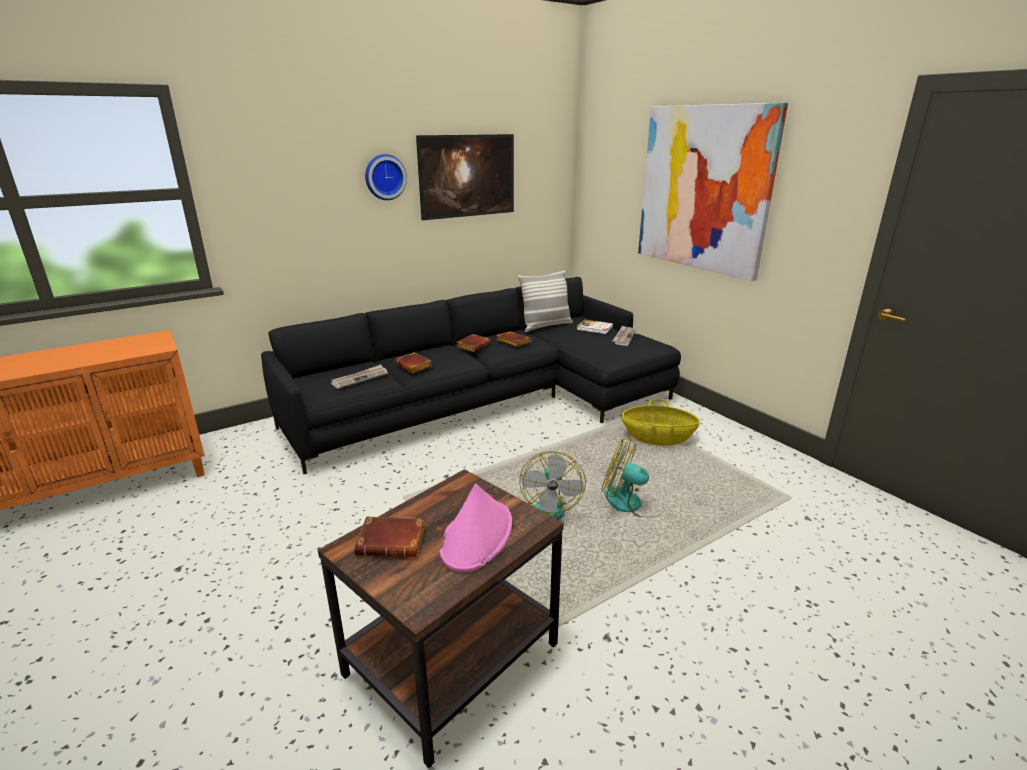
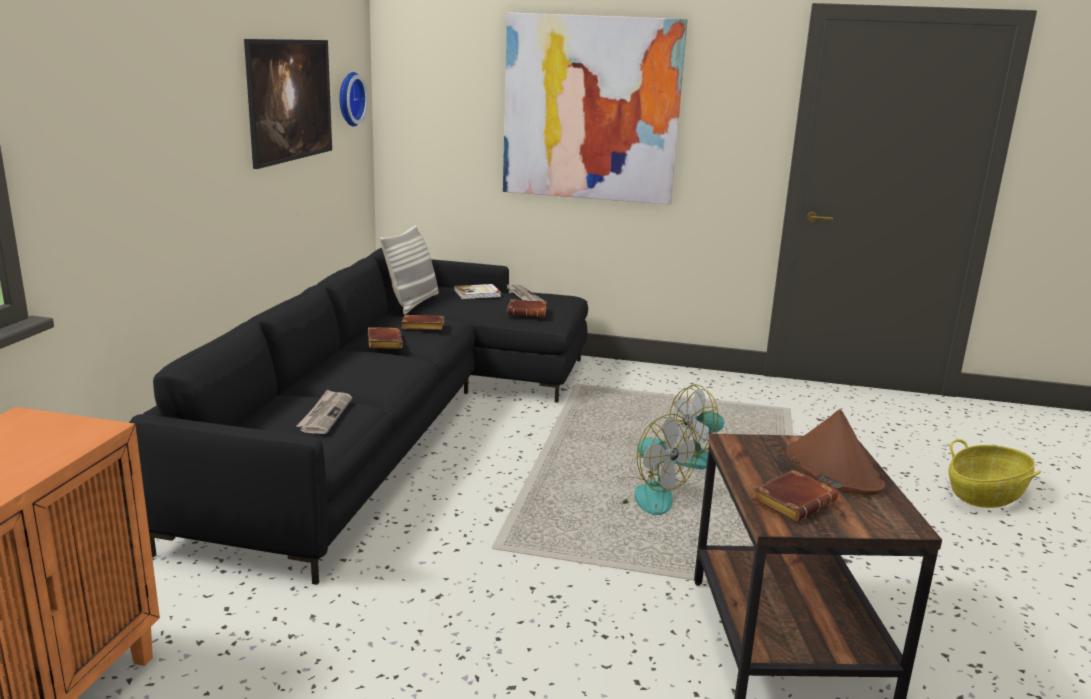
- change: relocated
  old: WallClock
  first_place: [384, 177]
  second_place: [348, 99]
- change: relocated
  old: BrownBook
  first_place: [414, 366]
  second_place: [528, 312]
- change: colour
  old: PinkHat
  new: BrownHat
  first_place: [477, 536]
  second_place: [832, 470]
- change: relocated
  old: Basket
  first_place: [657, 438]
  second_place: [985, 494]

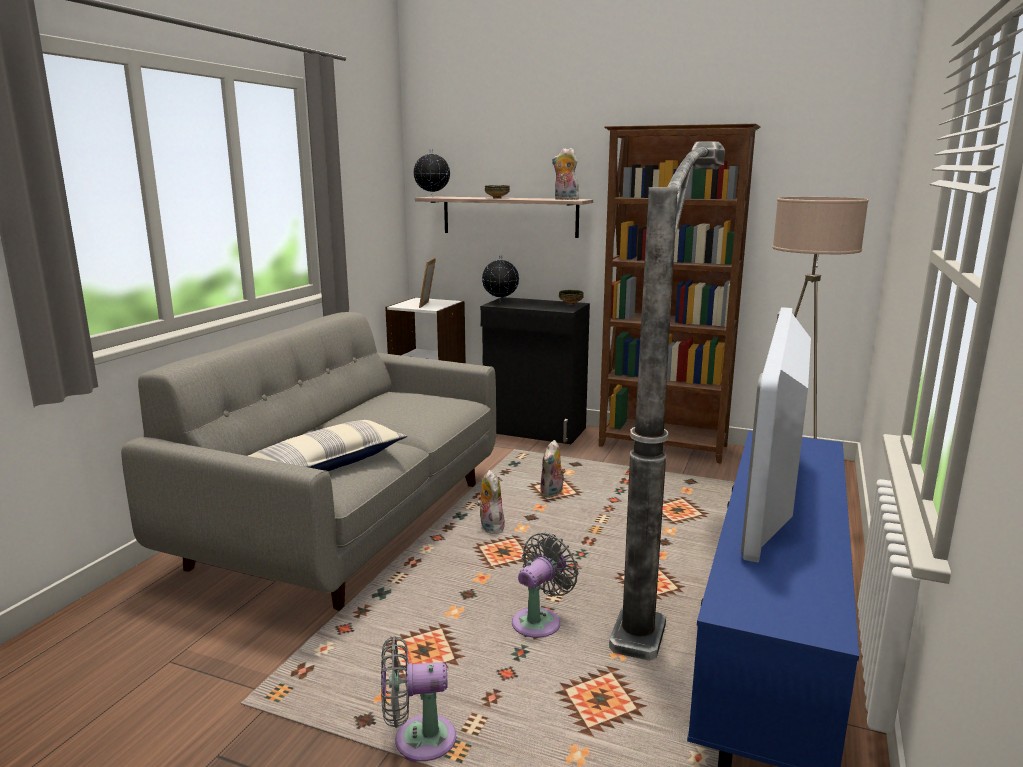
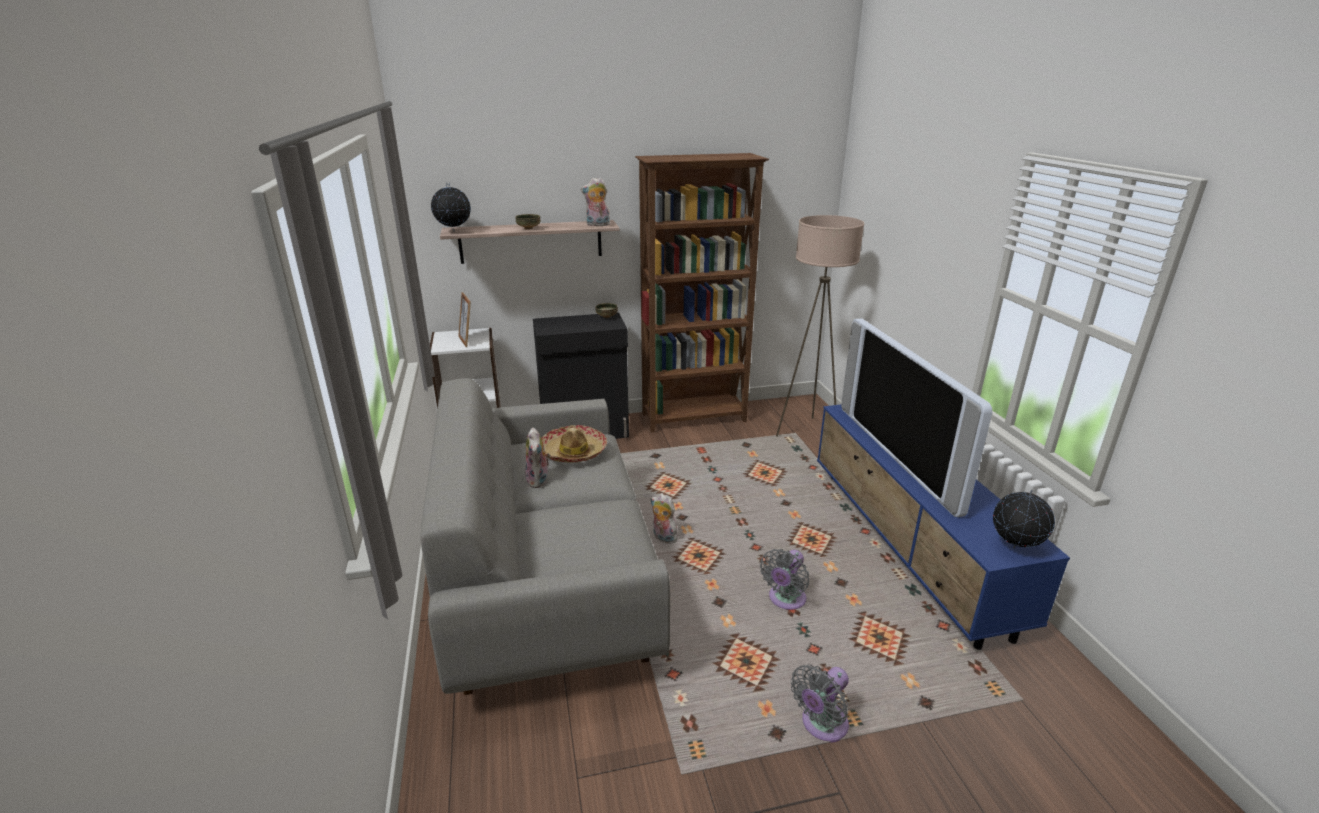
- change: relocated
  old: PlushToy
  first_place: [552, 494]
  second_place: [539, 481]
- change: appeared
  new: Hat
  second_place: [573, 452]
- change: spun
  old: GreyFan
  first_place: [539, 621]
  second_place: [785, 600]
  degrees: -150
- change: relocated
  old: Globe
  first_place: [500, 302]
  second_place: [1015, 547]
- change: missing
  old: Pillow
  first_place: [328, 463]
- change: missing
  old: FloorLamp
  first_place: [663, 555]

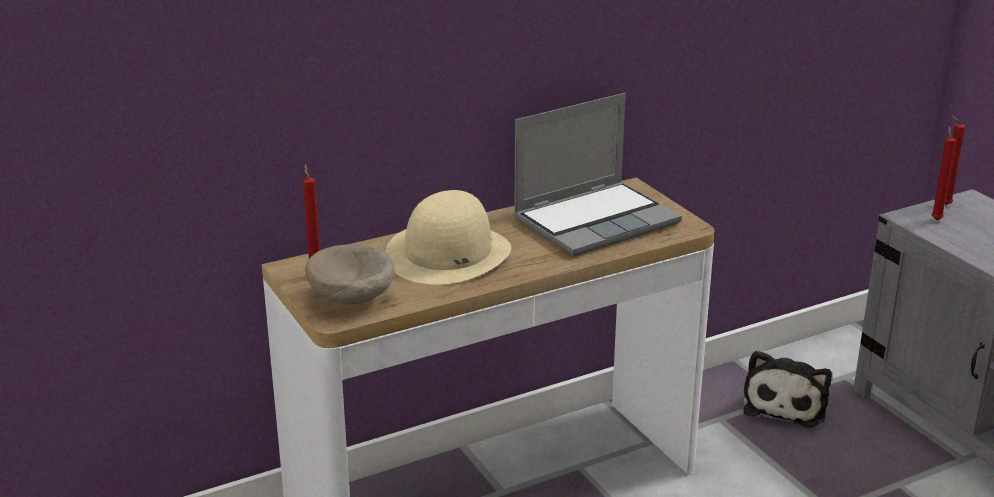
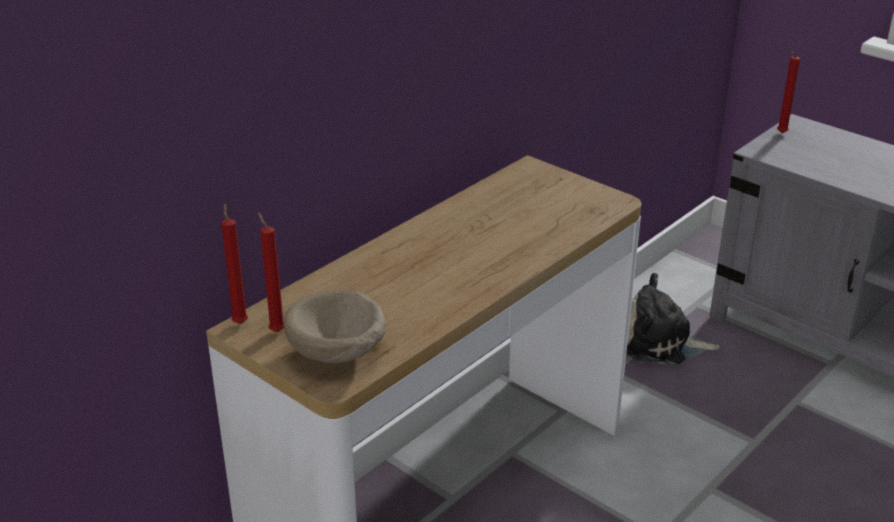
- change: relocated
  old: RedCandle
  first_place: [936, 219]
  second_place: [240, 322]
- change: spun
  old: PlushToy
  first_place: [786, 404]
  second_place: [661, 343]
  degrees: 105
- change: missing
  old: BeigeHat
  first_place: [448, 254]
- change: missing
  old: Laptop
  first_place: [596, 220]

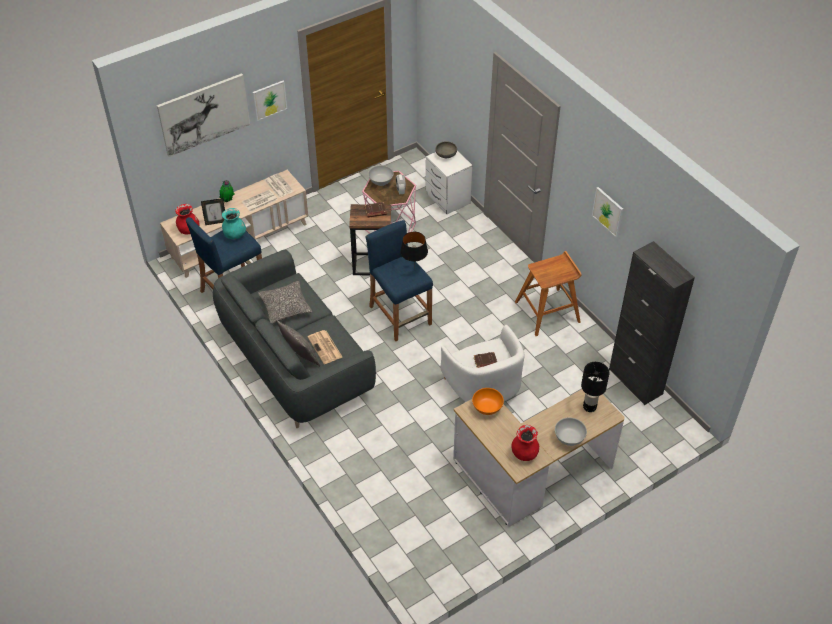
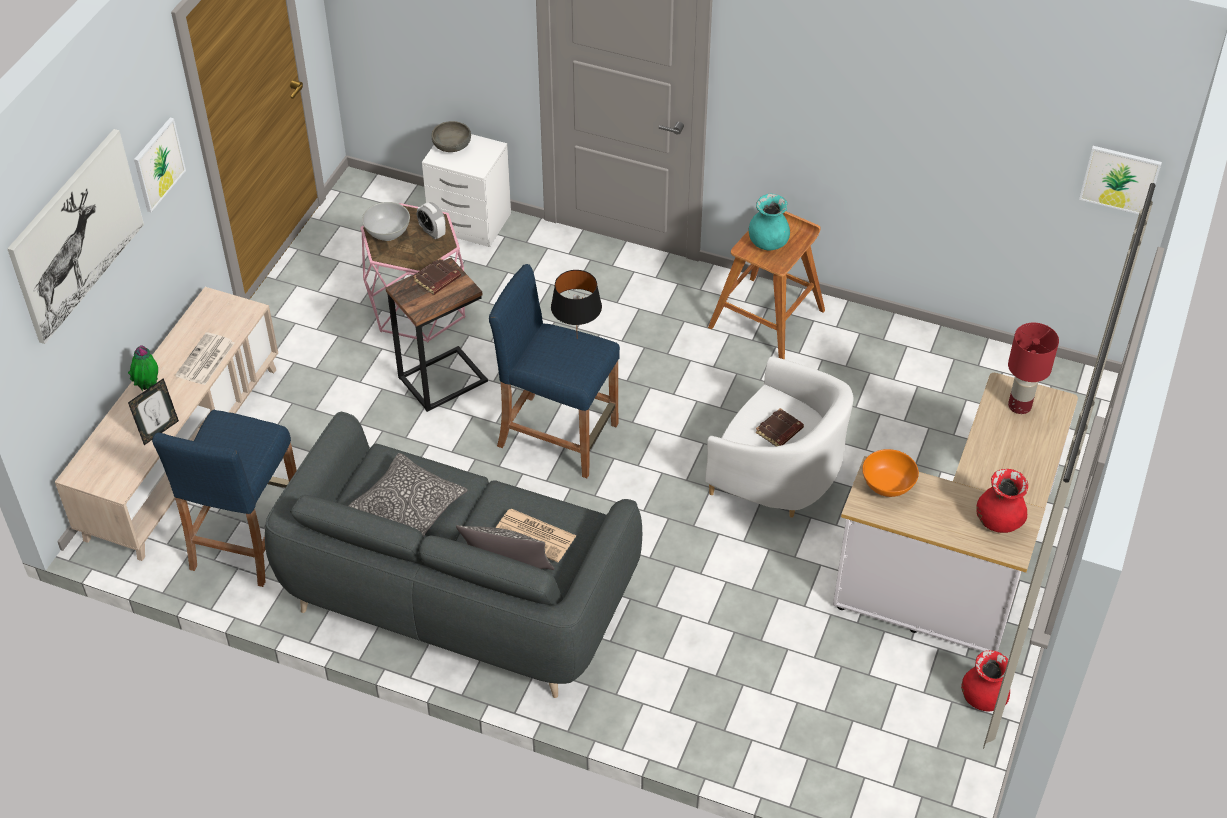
- change: relocated
  old: TurquoiseVase
  first_place: [234, 235]
  second_place: [768, 243]
- change: relocated
  old: RedVase
  first_place: [188, 230]
  second_place: [983, 698]
- change: colour
  old: BlackTableLamp
  new: RedTableLamp
  first_place: [590, 406]
  second_place: [1019, 405]
- change: relocated
  old: Picture
  first_place: [608, 211]
  second_place: [1120, 179]
- change: missing
  old: Newspaper
  first_place: [278, 186]
- change: missing
  old: WhiteBowl
  first_place: [569, 438]
- change: missing
  old: BlackCabinet
  first_place: [635, 381]

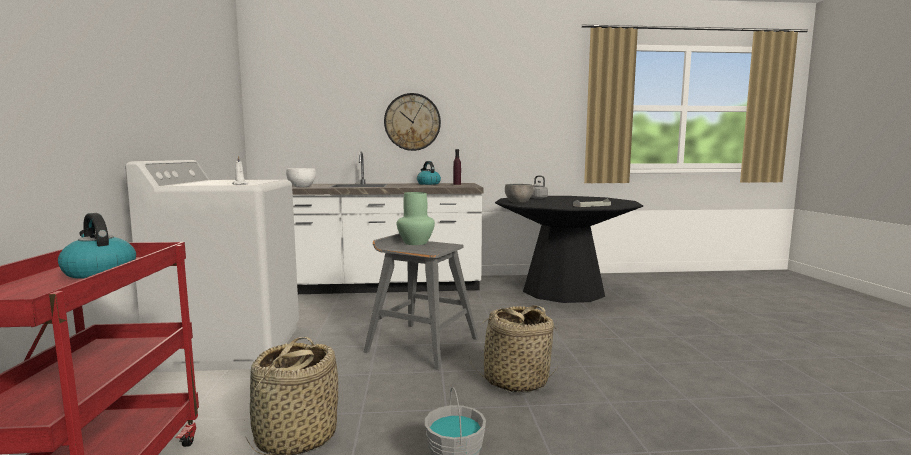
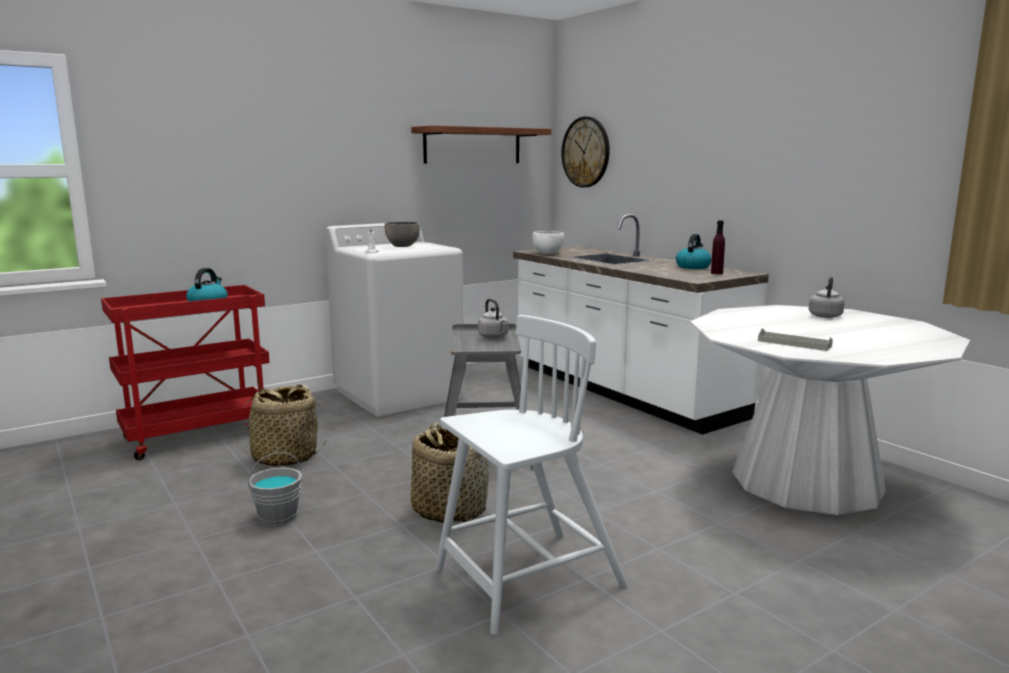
- change: relocated
  old: GreyBowl
  first_place: [519, 203]
  second_place: [402, 246]
- change: appeared
  new: Shelf
  second_place: [472, 146]
- change: appeared
  new: WhiteChair
  second_place: [526, 580]
- change: exchanged
  old: GreenVase
  new: GreyKettle
  first_place: [416, 243]
  second_place: [494, 336]
- change: relocated
  old: WallClock
  first_place: [412, 122]
  second_place: [586, 152]
- change: colour
  old: BlackDiningTable
  new: WhiteDiningTable
  first_place: [563, 290]
  second_place: [806, 481]

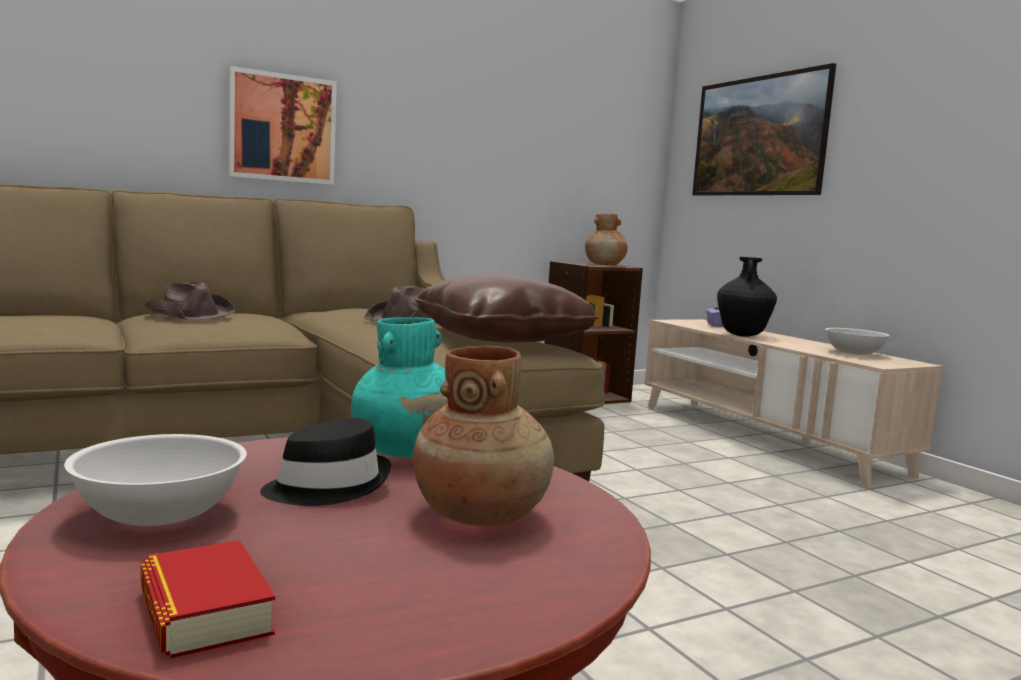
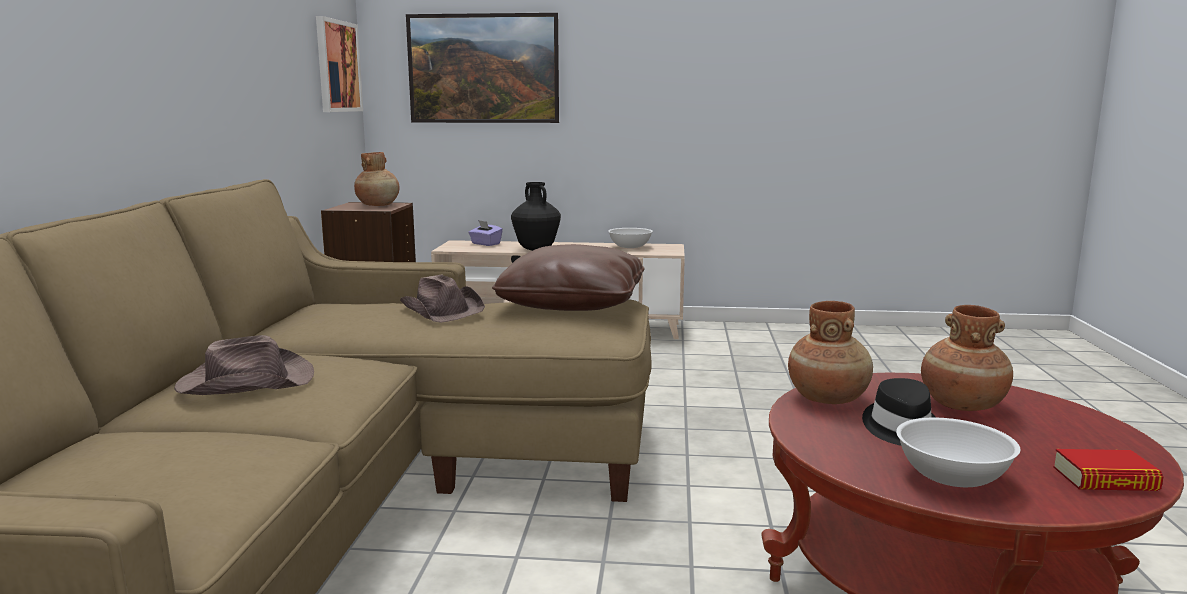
- change: relocated
  old: Picture
  first_place: [282, 128]
  second_place: [337, 66]
- change: colour
  old: TurquoiseVase
  new: BrownVase
  first_place: [408, 452]
  second_place: [828, 398]

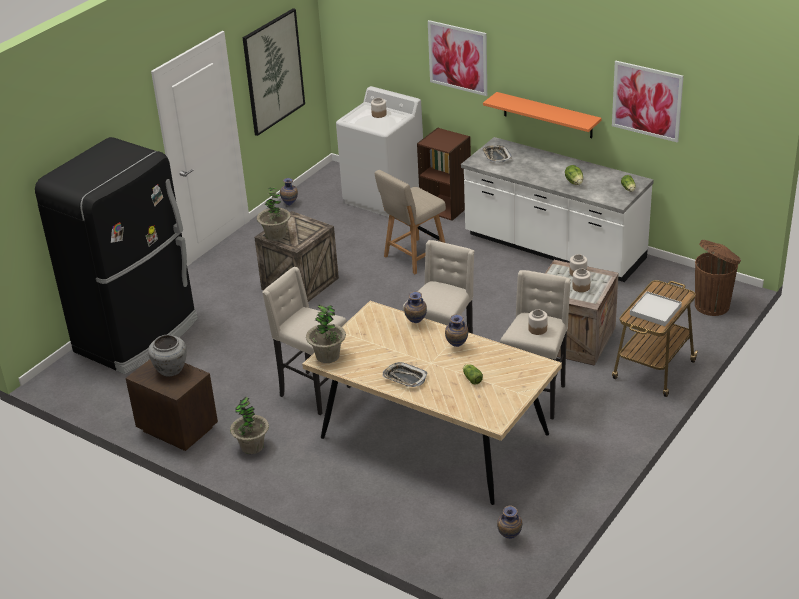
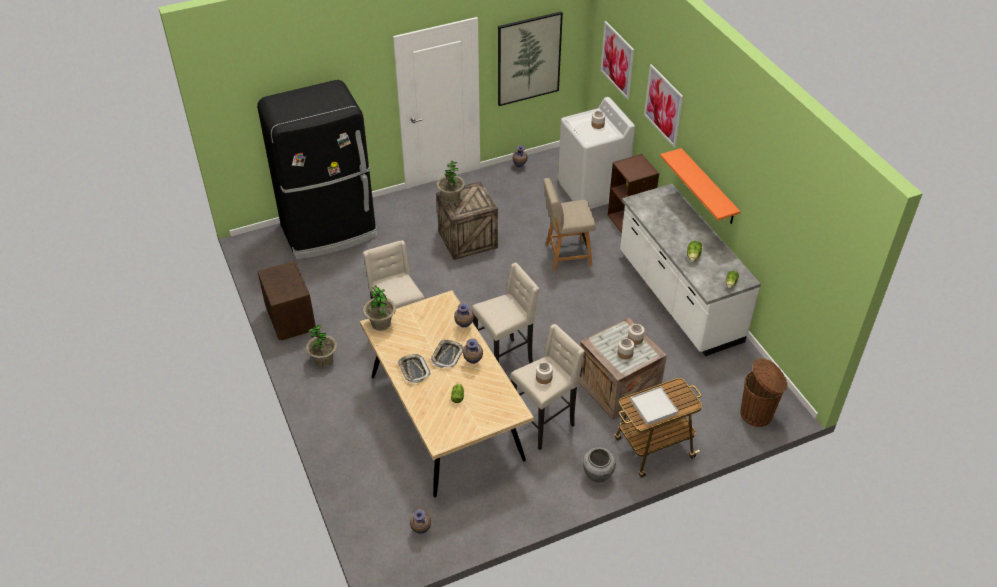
- change: relocated
  old: Tray
  first_place: [496, 156]
  second_place: [447, 355]
- change: relocated
  old: GreyVase
  first_place: [170, 370]
  second_place: [597, 475]
- change: relocated
  old: Picture
  first_place: [647, 101]
  second_place: [617, 60]

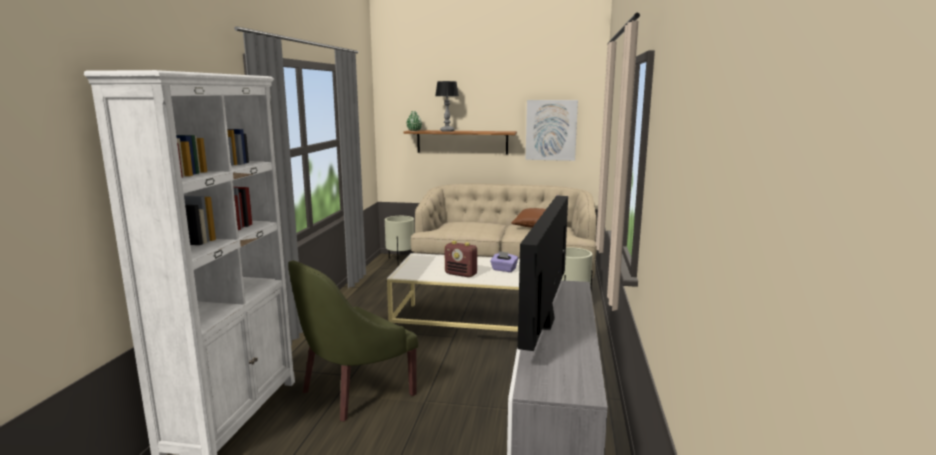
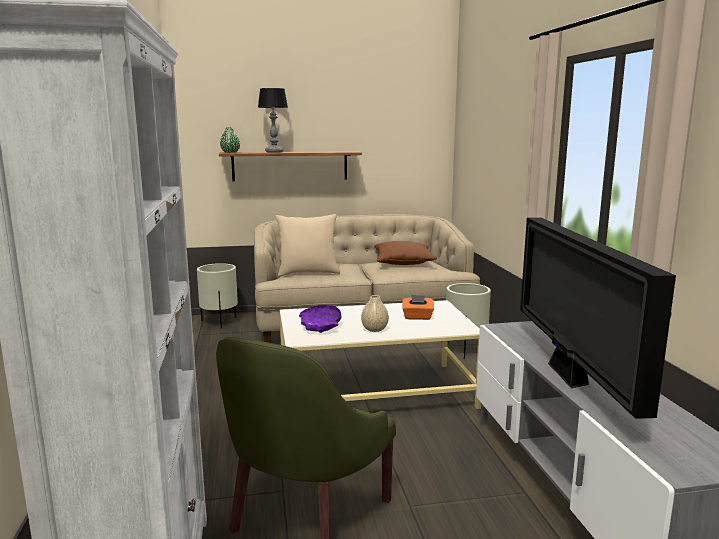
- change: appeared
  new: BeigePillow
  second_place: [308, 273]
- change: appeared
  new: PurpleBowl
  second_place: [321, 326]
- change: exchanged
  old: Radio
  new: BeigeVase
  first_place: [461, 274]
  second_place: [374, 329]
- change: colour
  old: PurpleTissueBox
  new: OrangeTissueBox
  first_place: [503, 269]
  second_place: [417, 317]
- change: missing
  old: Picture
  first_place: [551, 130]

